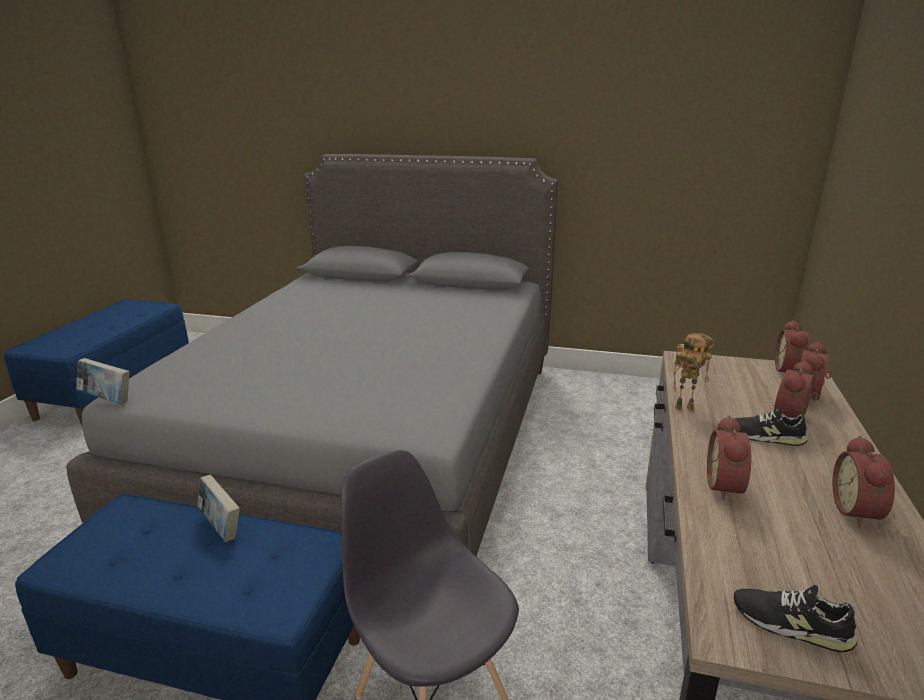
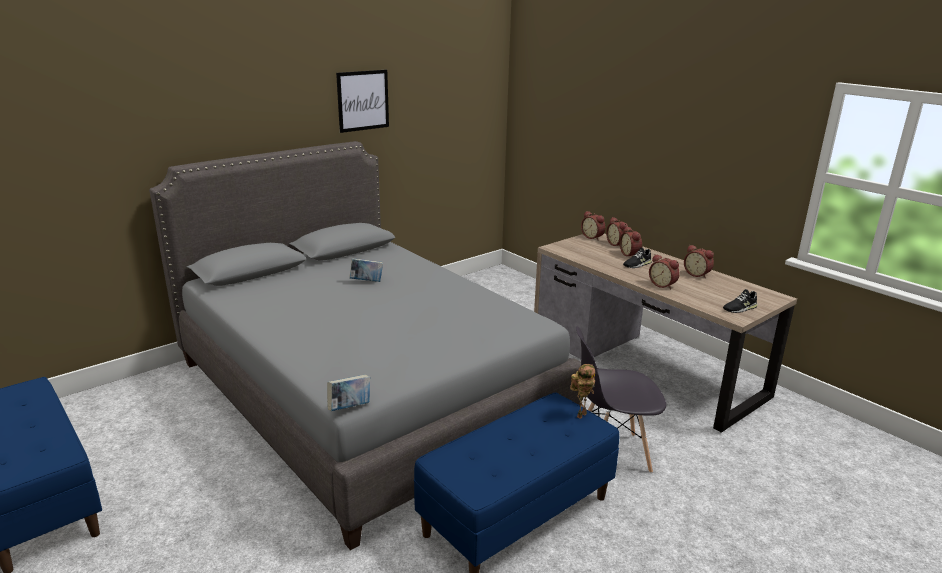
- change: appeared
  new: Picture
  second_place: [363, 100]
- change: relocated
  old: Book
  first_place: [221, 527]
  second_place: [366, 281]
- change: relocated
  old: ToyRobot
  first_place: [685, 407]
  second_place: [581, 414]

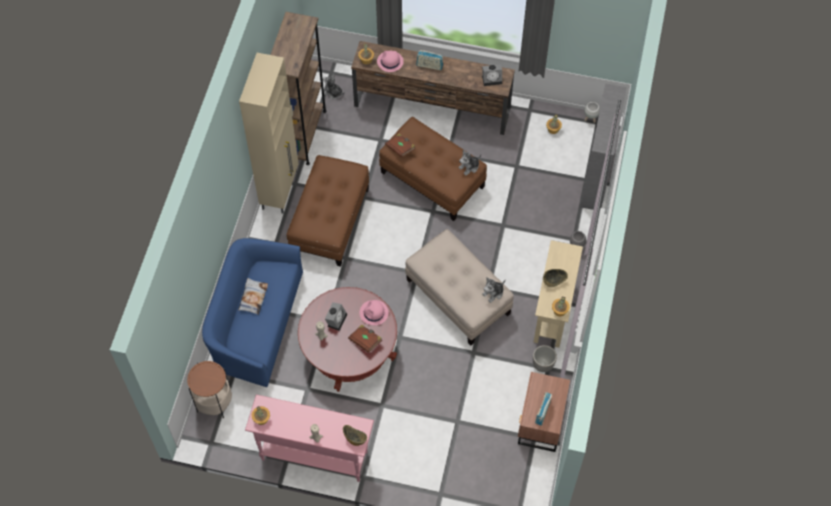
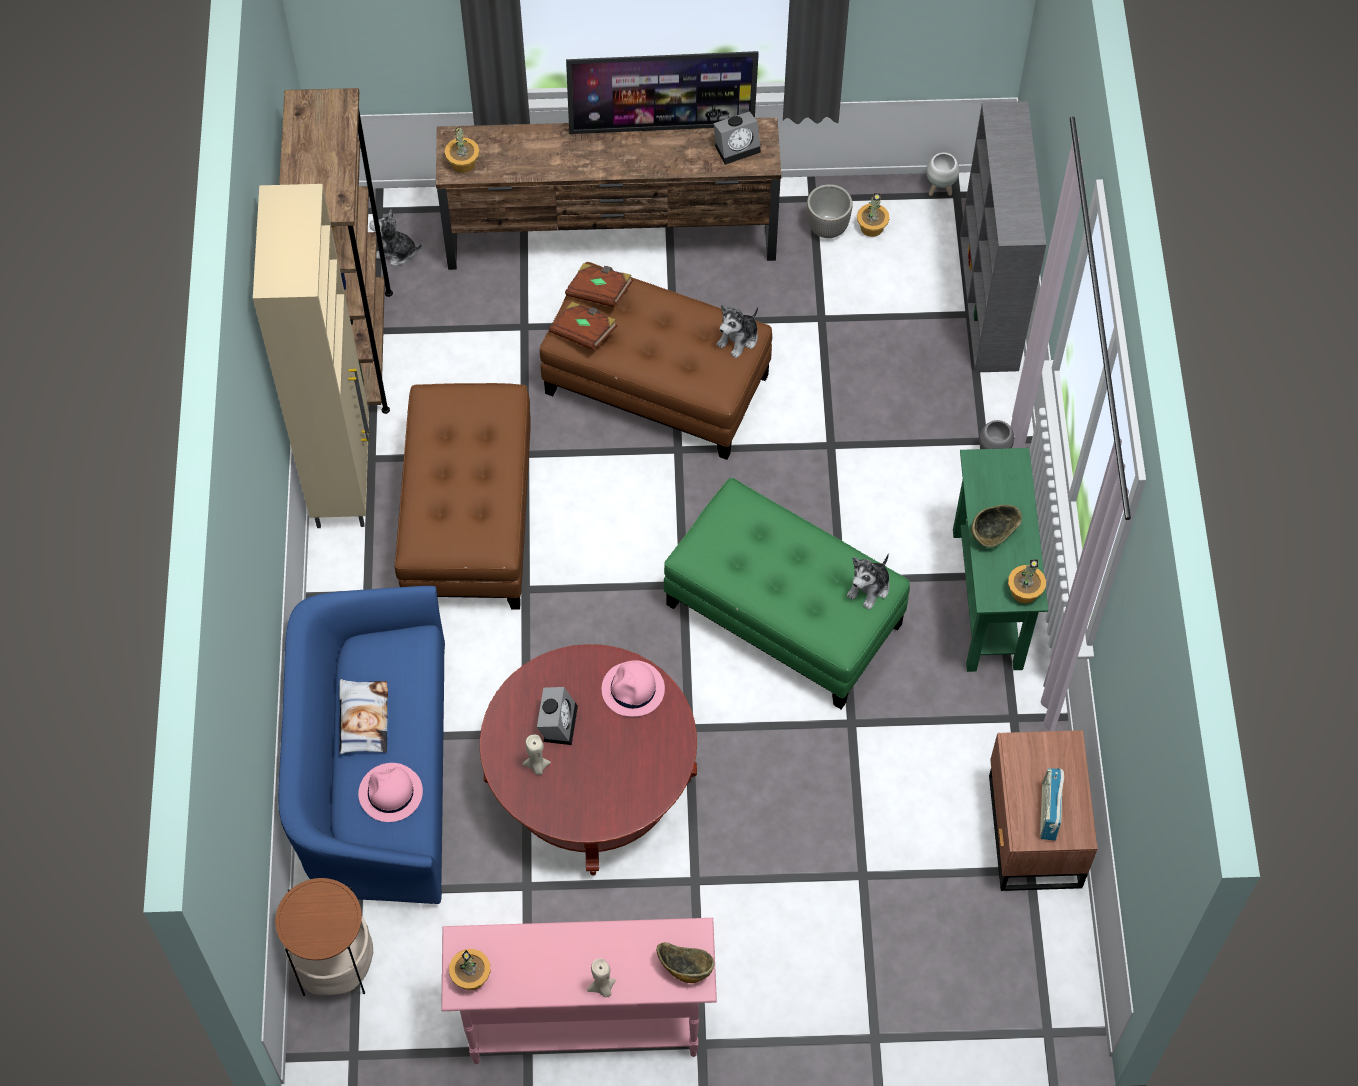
- change: relocated
  old: PinkHat
  first_place: [390, 62]
  second_place: [390, 793]
- change: relocated
  old: BrownBook
  first_place: [365, 341]
  second_place: [599, 292]
- change: appeared
  new: Television
  second_place: [662, 127]
- change: colour
  old: BeigeOttoman
  new: GreenOttoman
  first_place: [458, 296]
  second_place: [785, 613]
- change: relocated
  old: Planter
  first_place: [543, 365]
  second_place: [828, 228]
- change: colour
  old: BeigeConsoleTable
  new: GreenConsoleTable
  first_place: [553, 311]
  second_place: [987, 599]
- change: missing
  old: Radio
  first_place: [429, 66]

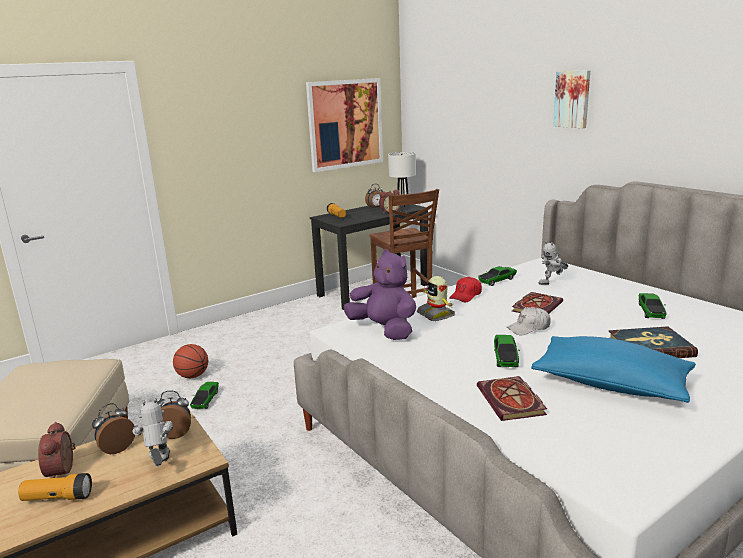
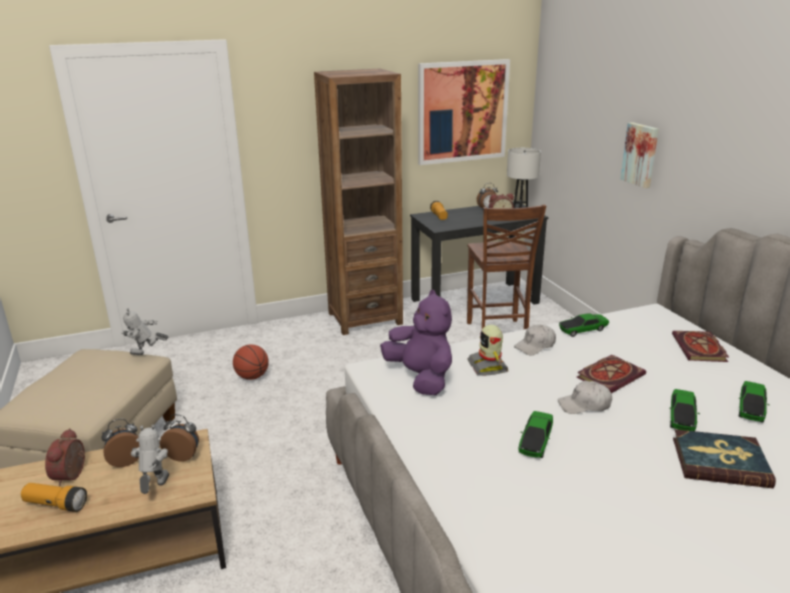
- change: relocated
  old: ToyRobot
  first_place: [552, 283]
  second_place: [147, 354]
- change: appeared
  new: BrownBookcase
  second_place: [365, 318]
- change: colour
  old: RedCap
  new: WhiteCap
  first_place: [466, 296]
  second_place: [535, 346]
- change: relocated
  old: Picture
  first_place: [572, 99]
  second_place: [641, 154]
- change: relocated
  old: ToyCar
  first_place: [205, 400]
  second_place: [682, 417]
- change: relocated
  old: Book
  first_place: [512, 402]
  second_place: [700, 349]
- change: missing
  old: BluePillow
  first_place: [610, 384]

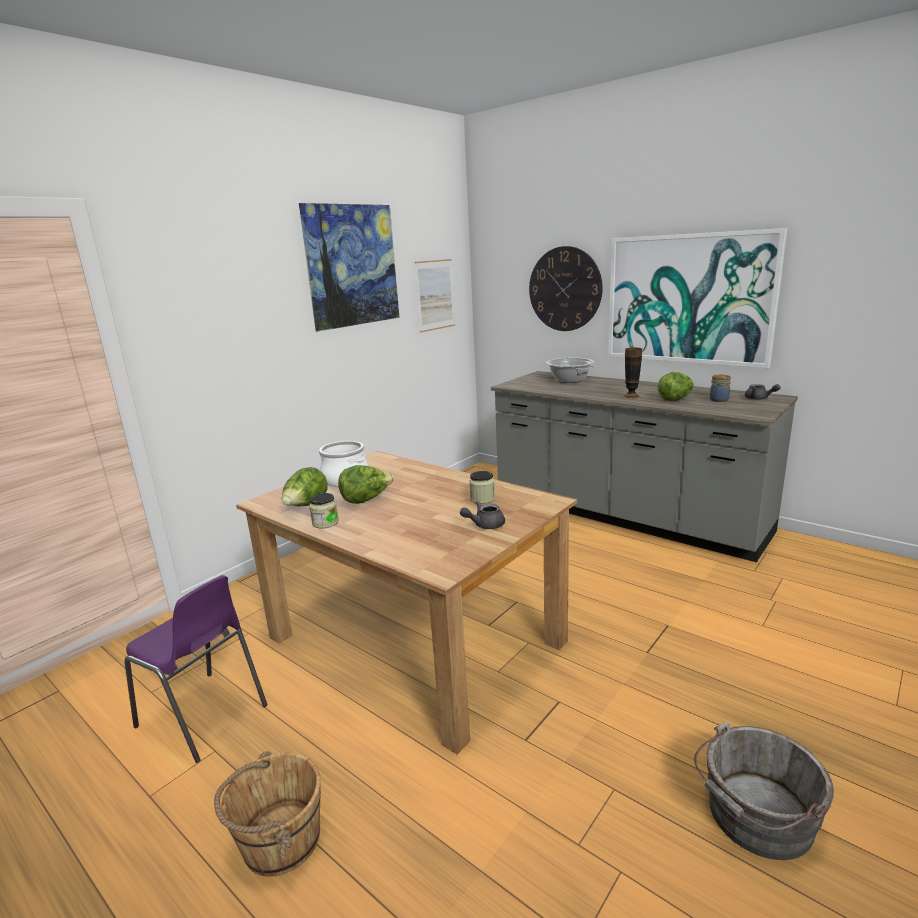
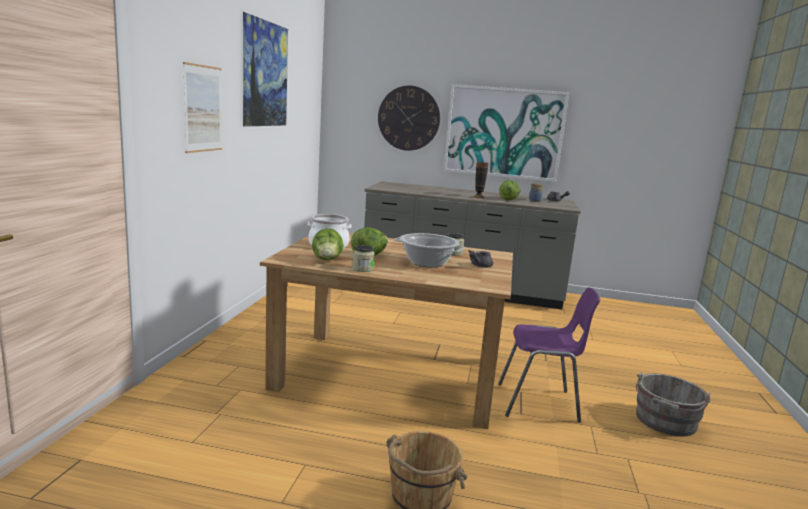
- change: relocated
  old: Picture
  first_place: [435, 295]
  second_place: [203, 109]
- change: relocated
  old: CookingPot
  first_place: [569, 380]
  second_place: [427, 263]
- change: relocated
  old: PurpleChair
  first_place: [204, 717]
  second_place: [540, 403]

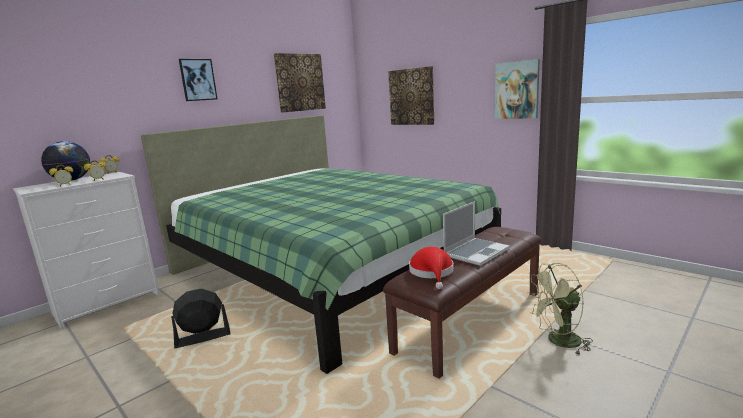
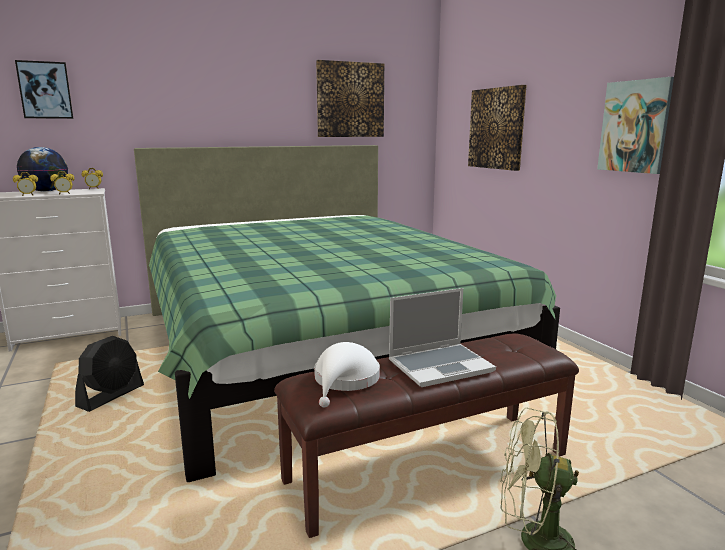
- change: relocated
  old: Picture
  first_place: [198, 80]
  second_place: [45, 90]
- change: spun
  old: BlackFan
  first_place: [202, 338]
  second_place: [111, 396]
  degrees: 120
- change: colour
  old: RedHat
  new: WhiteHat
  first_place: [432, 272]
  second_place: [345, 381]

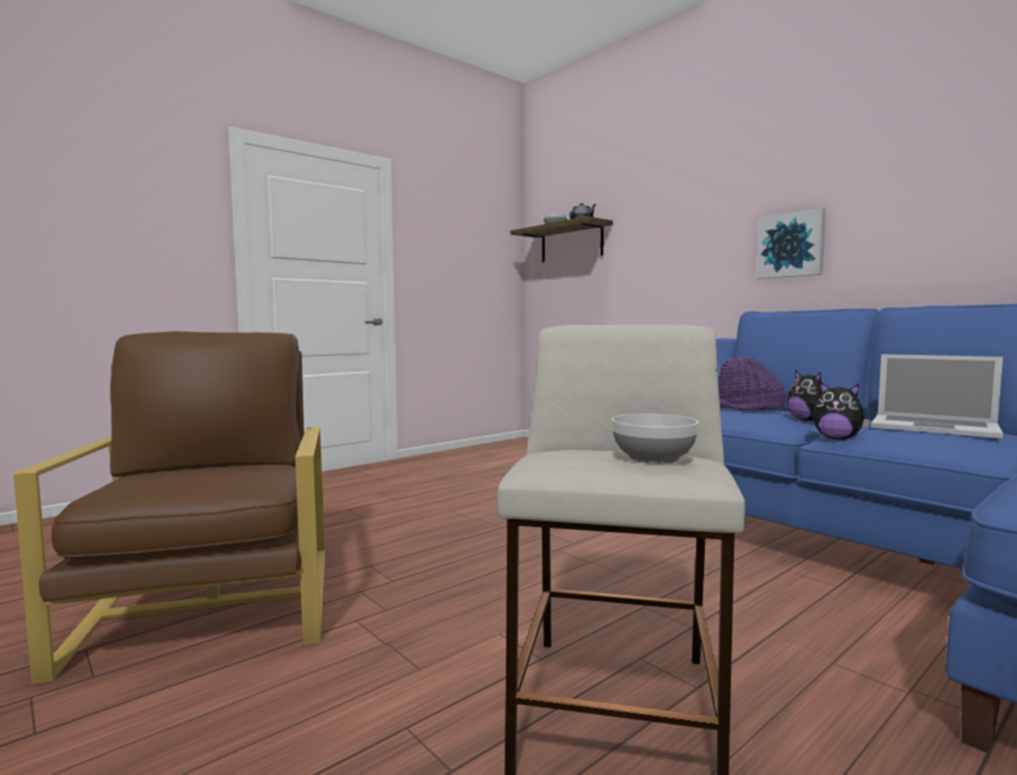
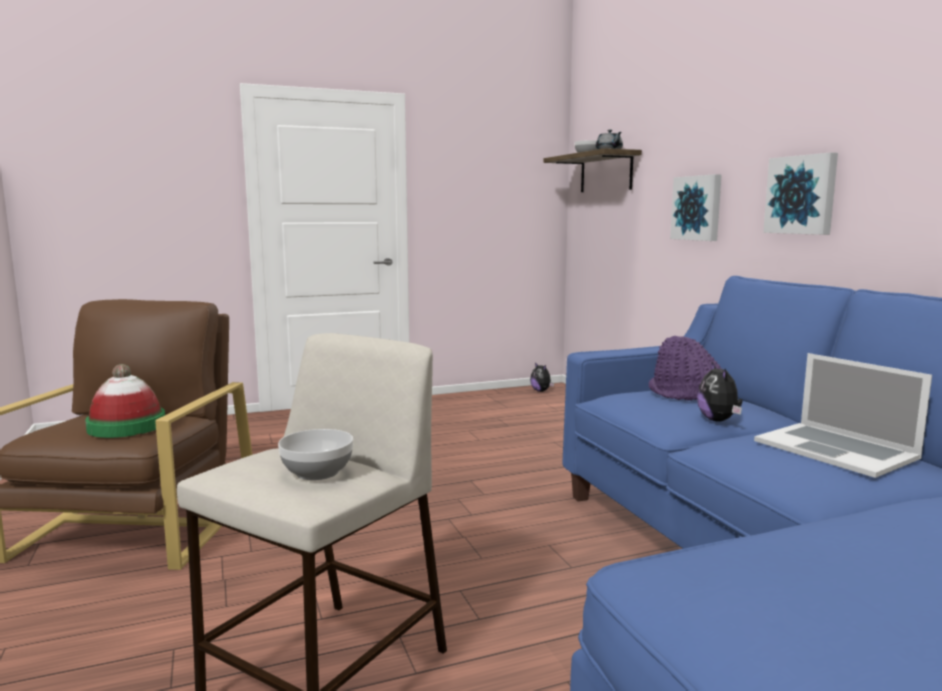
- change: appeared
  new: Hat
  second_place: [127, 426]
- change: relocated
  old: PlushToy
  first_place: [837, 439]
  second_place: [541, 391]
- change: appeared
  new: Picture
  second_place: [697, 208]

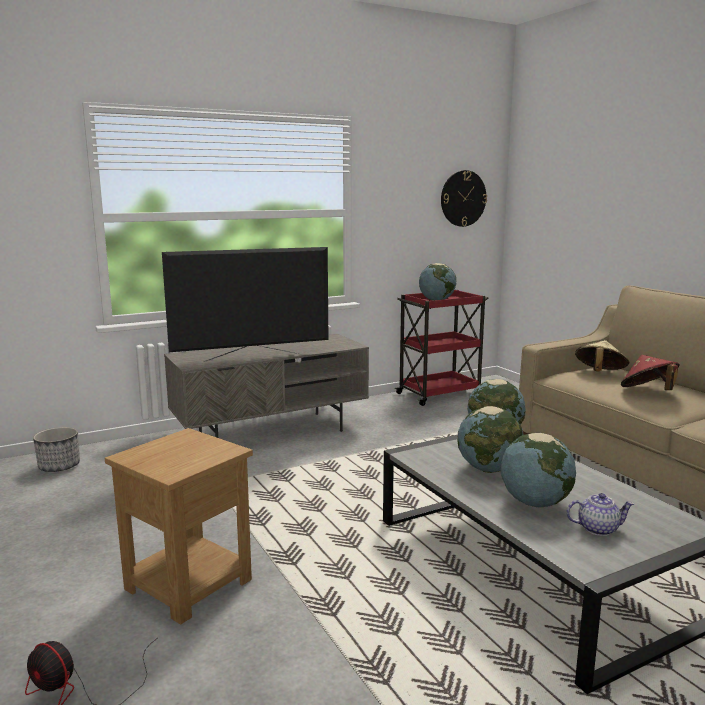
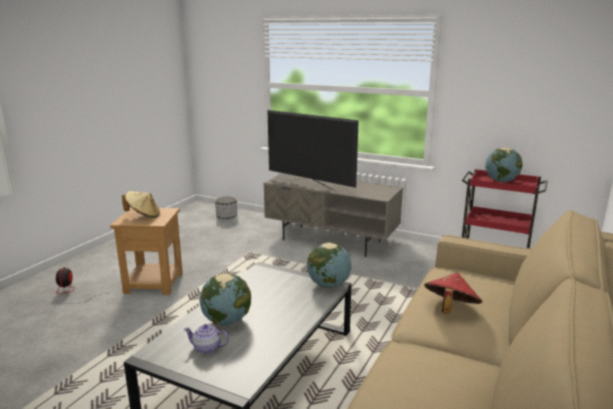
- change: relocated
  old: BeigeHat
  first_place: [599, 373]
  second_place: [143, 216]
- change: spun
  old: Teapot
  first_place: [598, 528]
  second_place: [206, 348]
  degrees: 135
- change: missing
  old: WallClock
  first_place: [463, 198]
- change: missing
  old: Globe
  first_place: [489, 469]

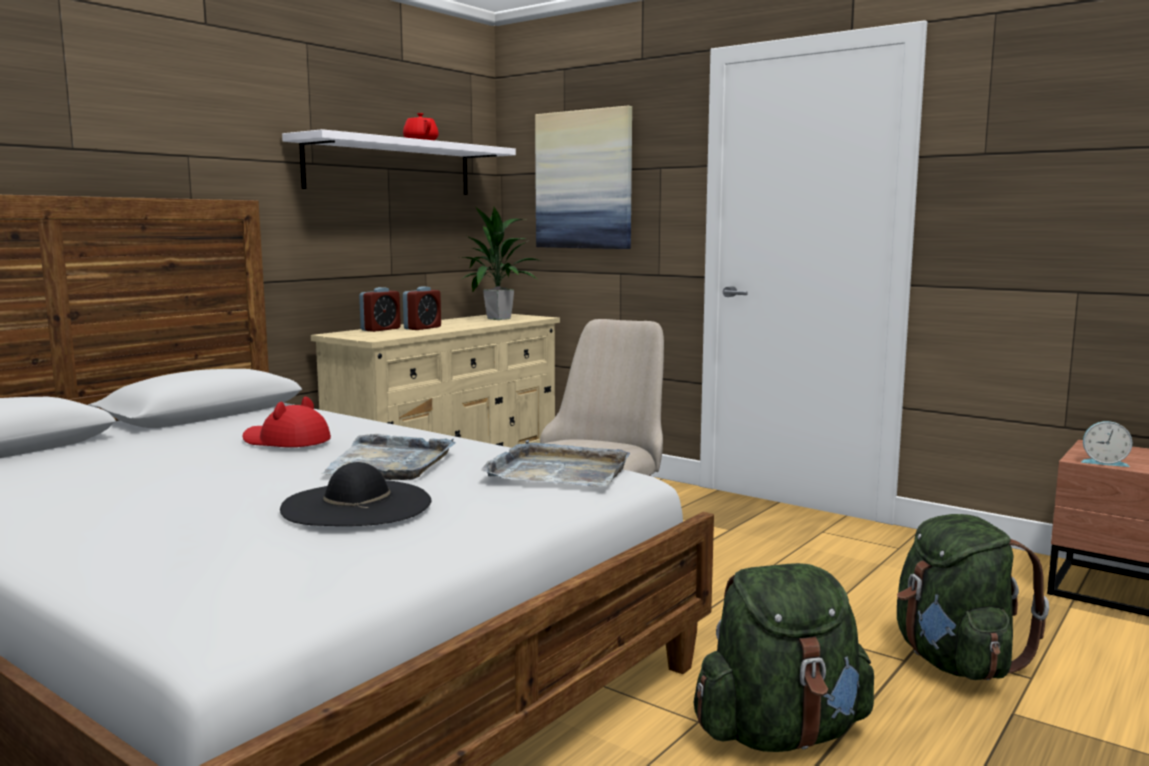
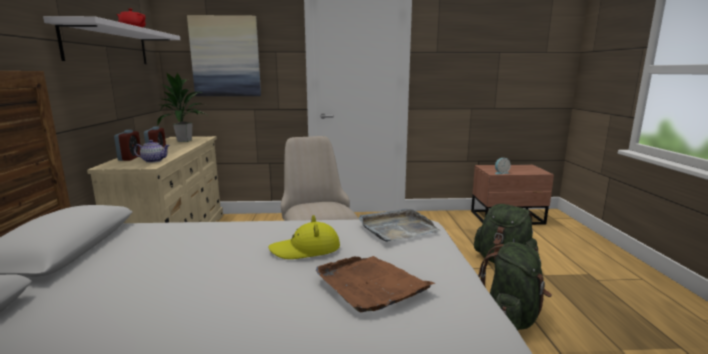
- change: appeared
  new: Teapot
  second_place: [153, 161]
- change: exchanged
  old: GreyTray
  new: YellowHat
  first_place: [390, 463]
  second_place: [306, 249]
- change: exchanged
  old: BlackHat
  new: BrownTray
  first_place: [357, 504]
  second_place: [370, 285]
- change: missing
  old: RedHat
  first_place: [286, 441]

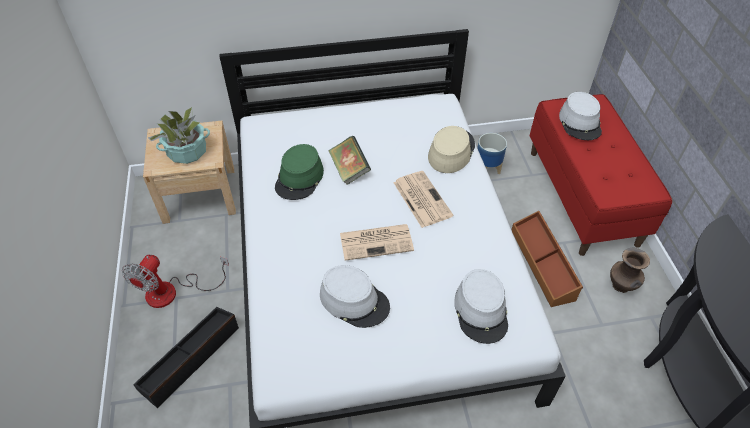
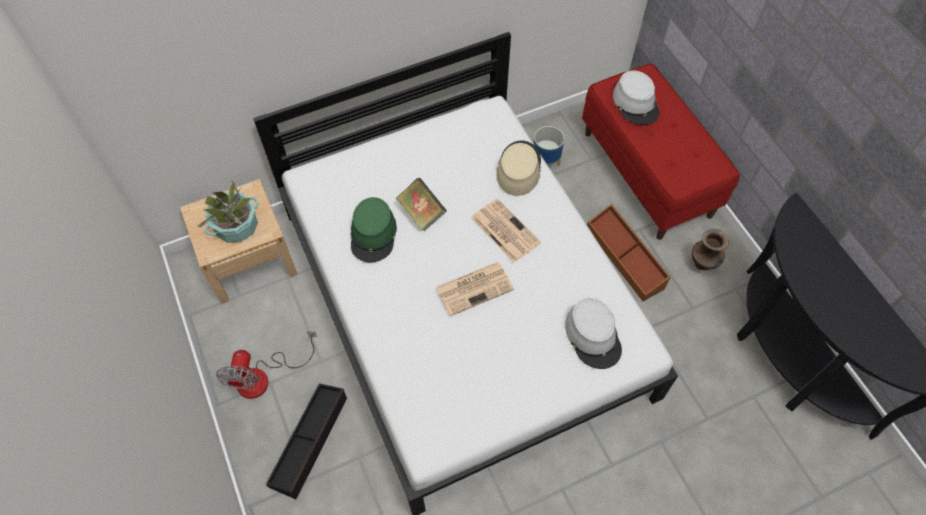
- change: missing
  old: GreyHat
  first_place: [354, 301]

